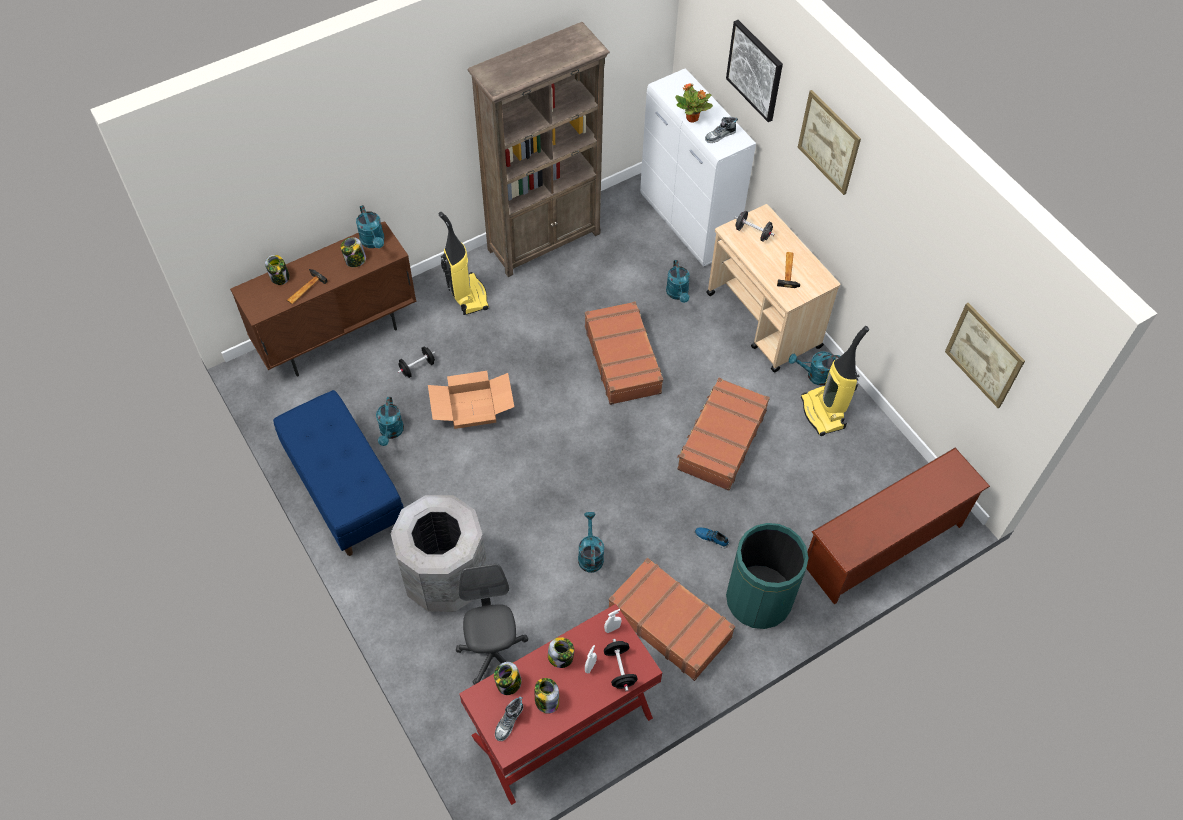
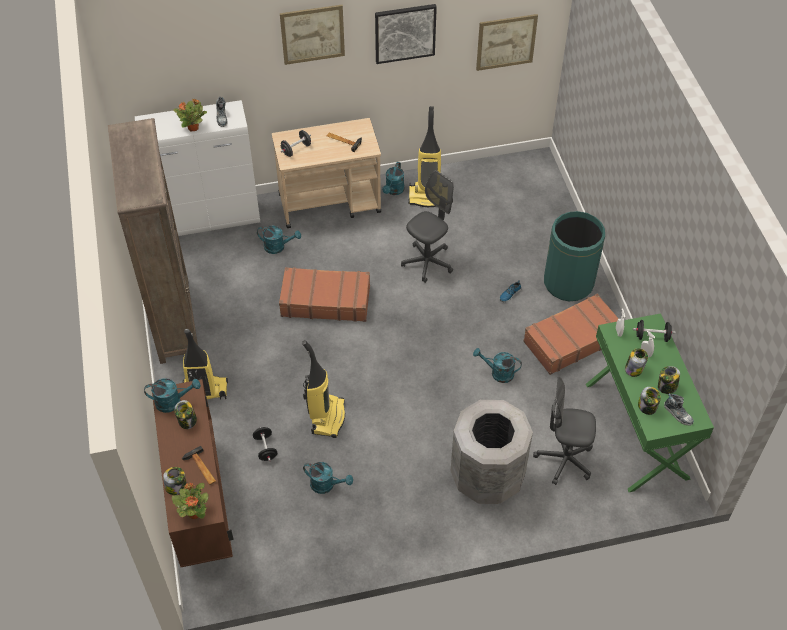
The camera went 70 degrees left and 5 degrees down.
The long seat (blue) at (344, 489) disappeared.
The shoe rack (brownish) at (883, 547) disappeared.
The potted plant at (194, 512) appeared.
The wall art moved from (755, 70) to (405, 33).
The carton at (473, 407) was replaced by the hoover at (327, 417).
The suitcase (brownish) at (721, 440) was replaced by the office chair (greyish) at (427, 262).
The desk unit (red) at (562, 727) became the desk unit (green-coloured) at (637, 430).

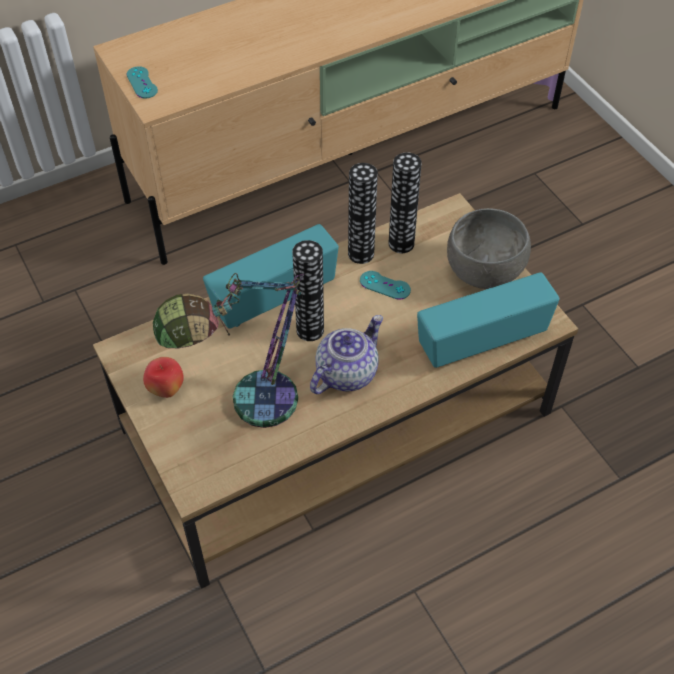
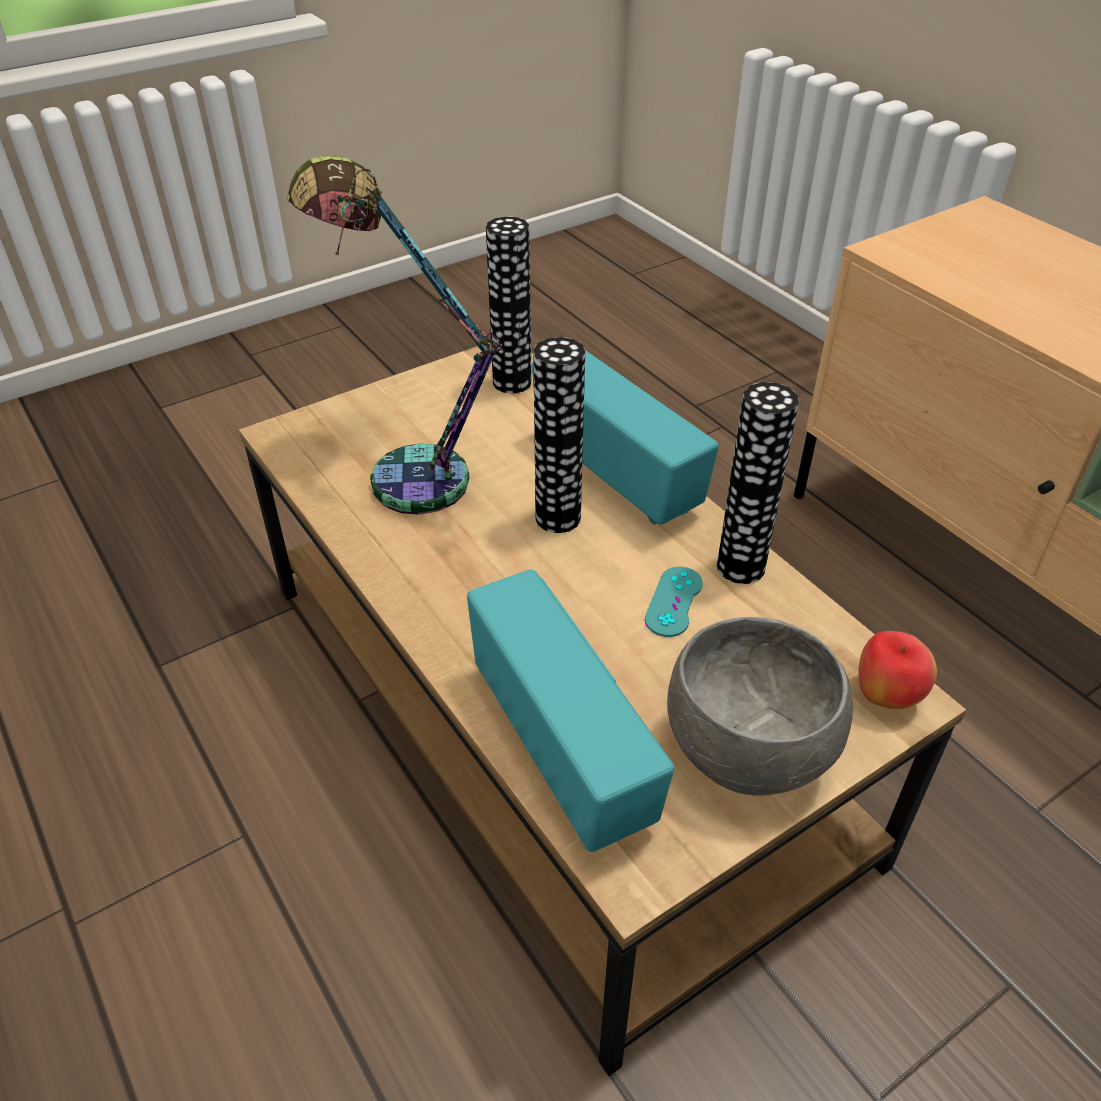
The camera went 85 degrees right and 10 degrees down.
The gamepad (turquoise-coloured) at (142, 82) disappeared.
The pot for tea at (346, 372) disappeared.
The apple fruit moved from (166, 389) to (885, 697).
The vase moved from (401, 243) to (512, 382).

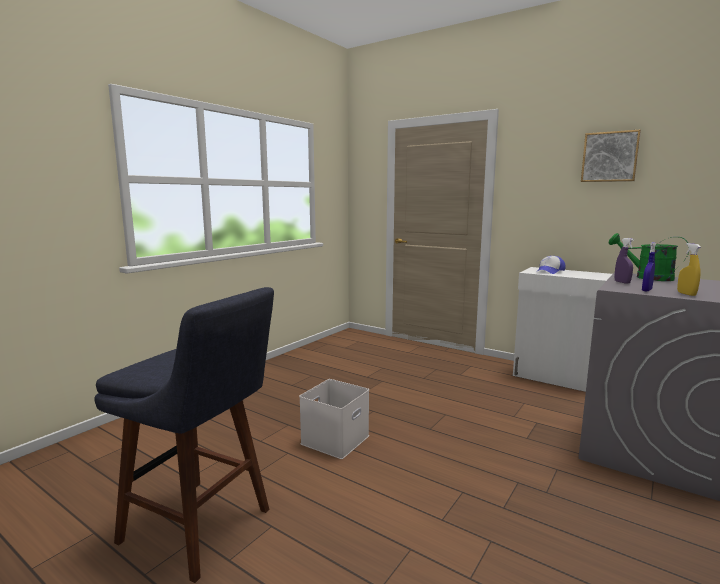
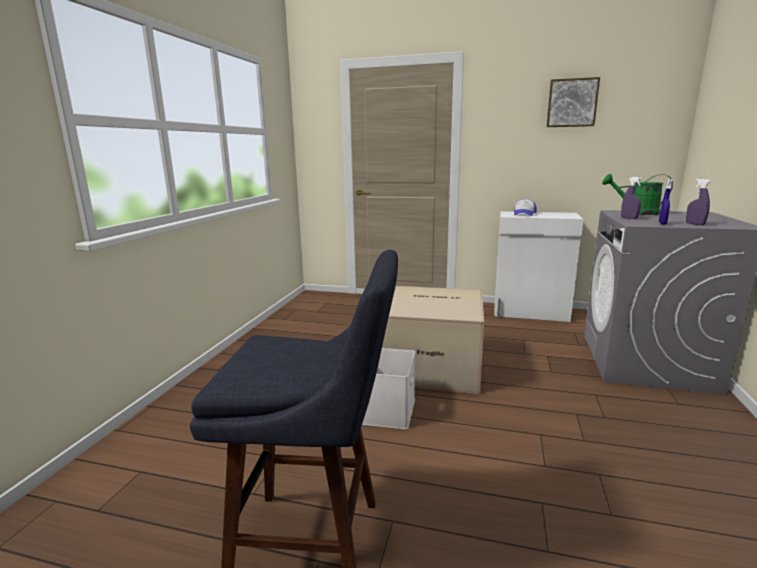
The camera went 20 degrees left and 5 degrees up.
The carton at (434, 365) appeared.
The spray bottle (yellow) at (686, 294) became the spray bottle (purplish) at (695, 224).

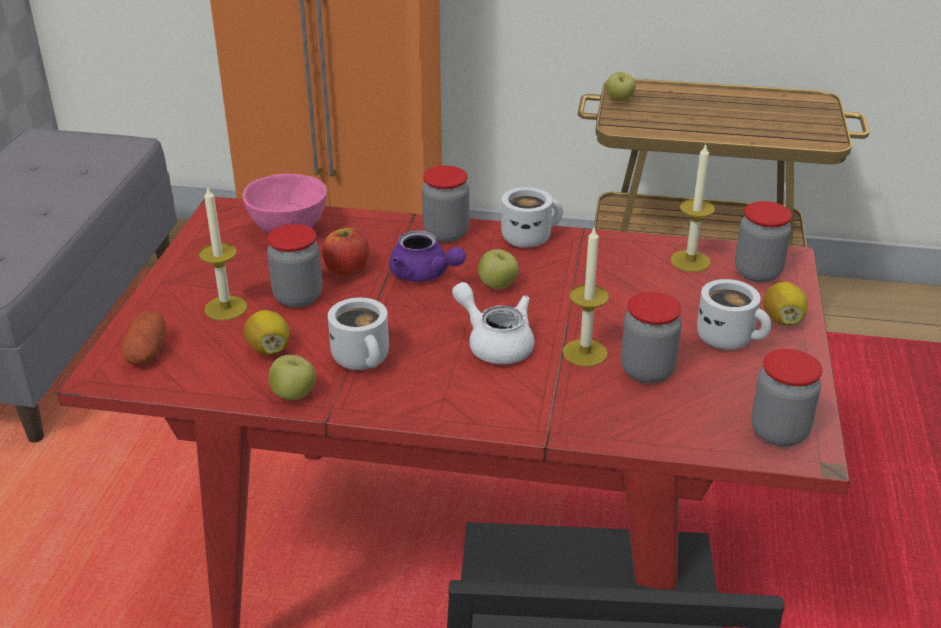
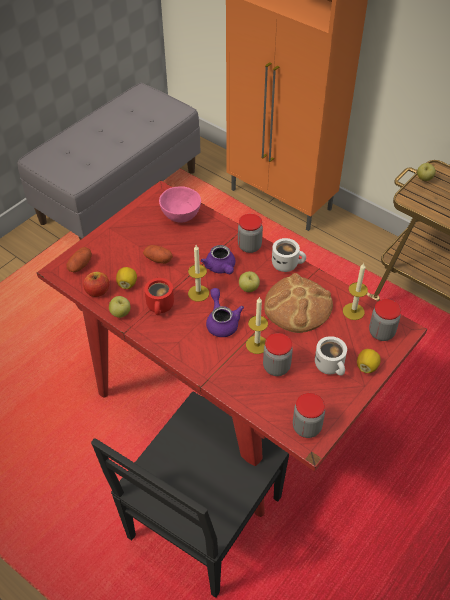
The camera went 30 degrees right and 15 degrees up.
The baked bread at (297, 306) appeared.
The wax light moved from (226, 308) to (198, 293).
The apple fruit moved from (346, 269) to (97, 291).
The preserve jar at (298, 297) was replaced by the potato at (158, 259).
The tea mug (whitish) at (365, 359) became the tea mug (red) at (161, 307).
The pot for tea (whitish) at (495, 343) became the pot for tea (purplish) at (222, 322).

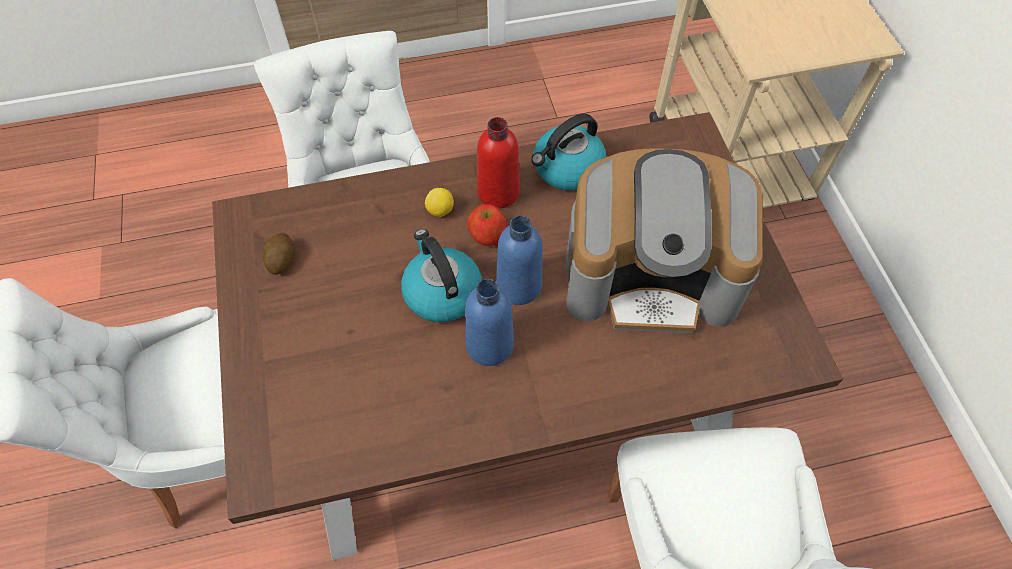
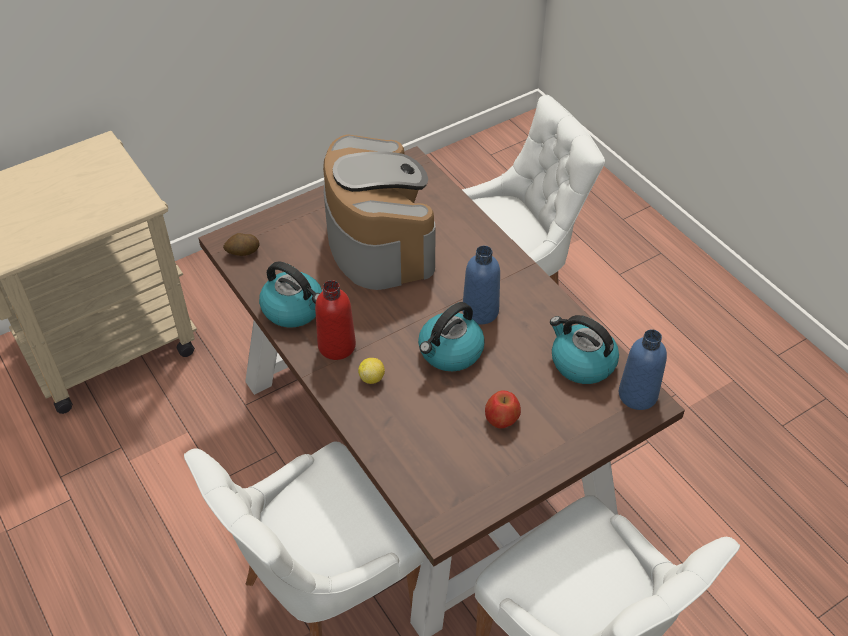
The camera went 110 degrees left and 10 degrees down.
The water kettle at (581, 362) appeared.
The potato moved from (281, 260) to (242, 252).
The apple fruit moved from (487, 234) to (501, 418).
The bottle (blue) moved from (519, 286) to (637, 395).

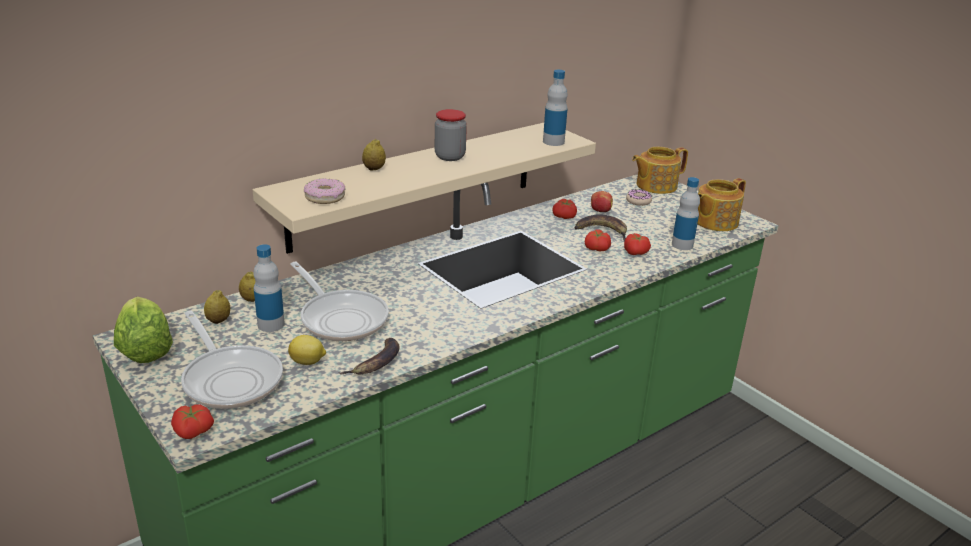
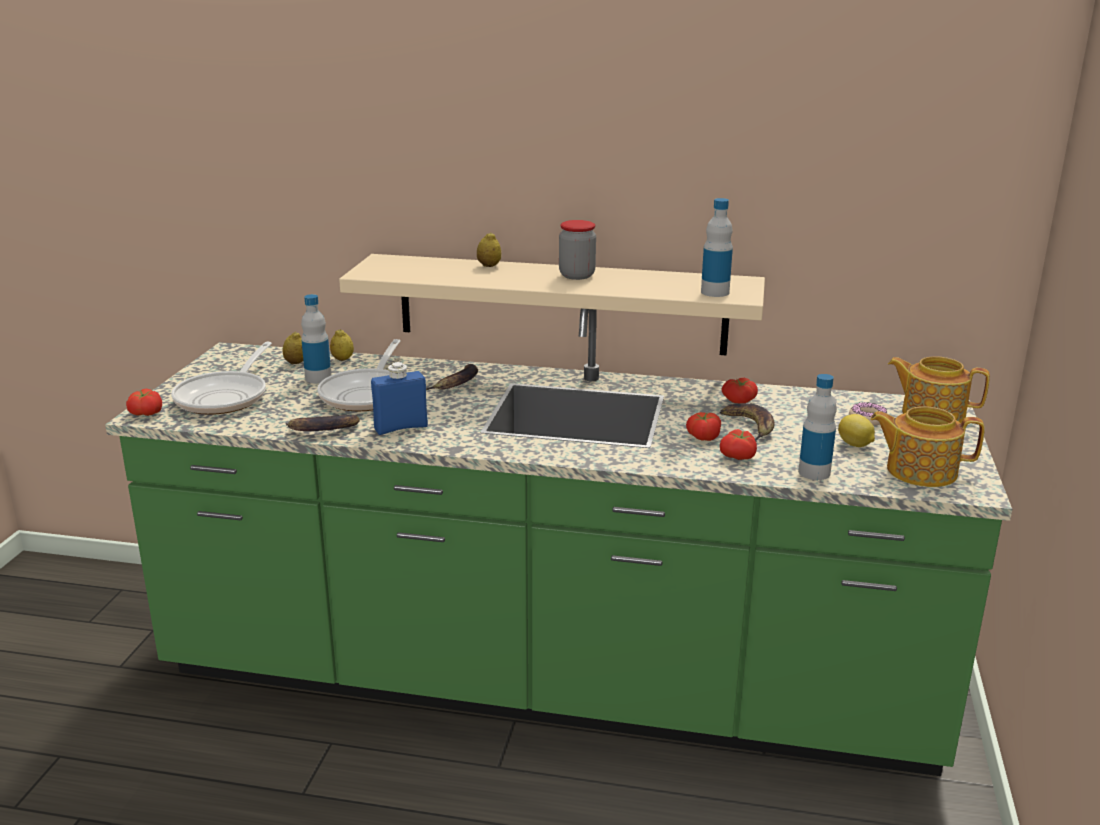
The camera went 50 degrees right and 5 degrees down.
The lettuce at (145, 350) disappeared.
The donut at (325, 197) disappeared.
The apple fruit at (600, 211) disappeared.
The bottle (blue) at (401, 427) appeared.
The whole banana at (456, 383) appeared.
The citrus fruit moved from (308, 362) to (855, 445).

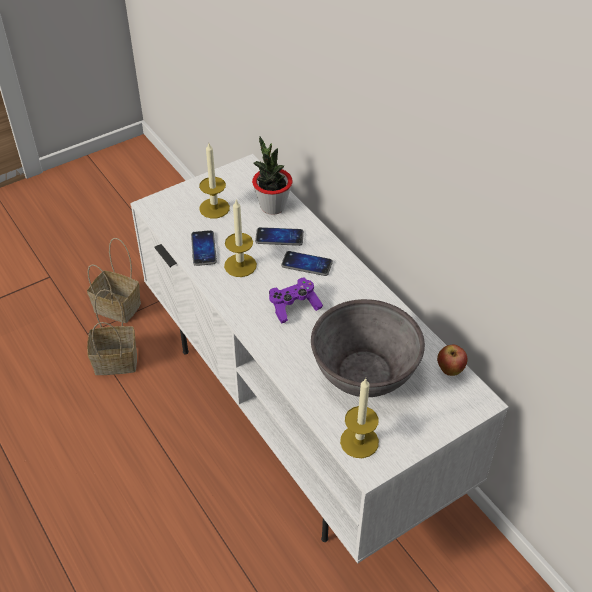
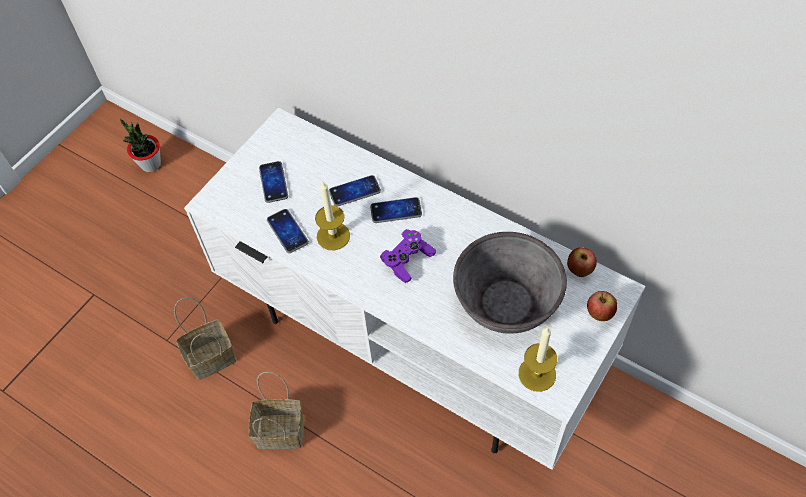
The camera went 20 degrees left and 10 degrees up.
The apple fruit at (599, 314) appeared.
The household basket moved from (119, 307) to (282, 430).
The potted plant moved from (272, 206) to (150, 164).
The wax light at (214, 208) was replaced by the phone at (273, 182).

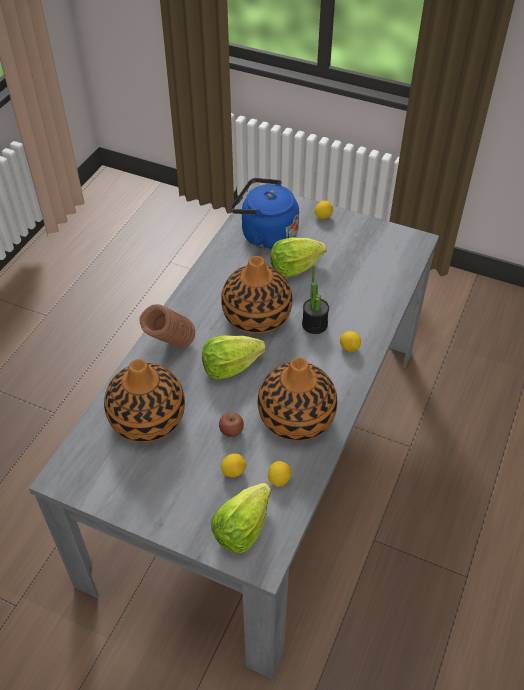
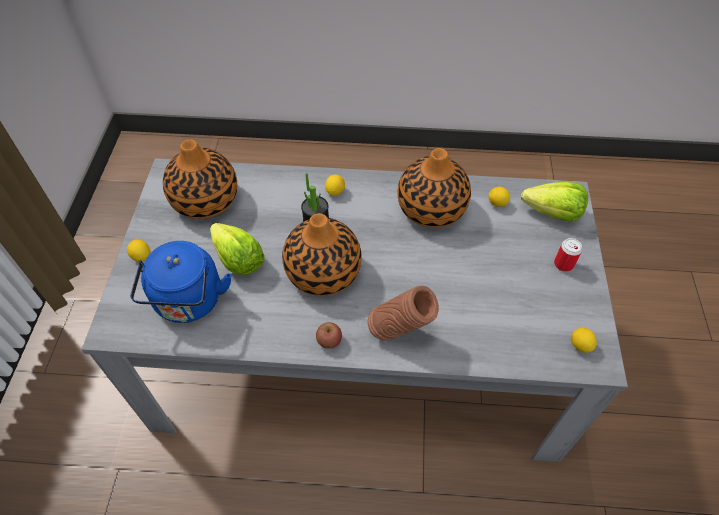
The camera went 110 degrees left and 5 degrees up.
The lettuce at (230, 367) disappeared.
The can at (563, 264) appeared.
The vase moved from (147, 418) to (205, 200).
The apple fruit moved from (231, 430) to (329, 340).
The citrus fruit moved from (233, 471) to (580, 345).

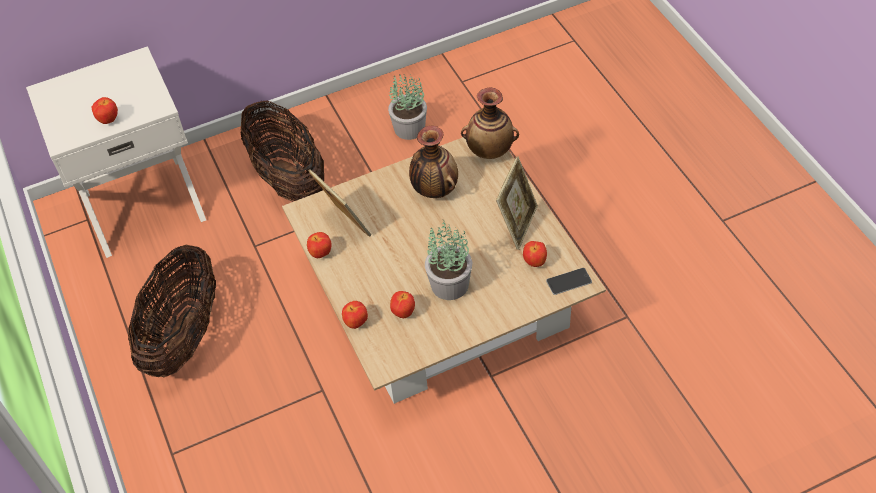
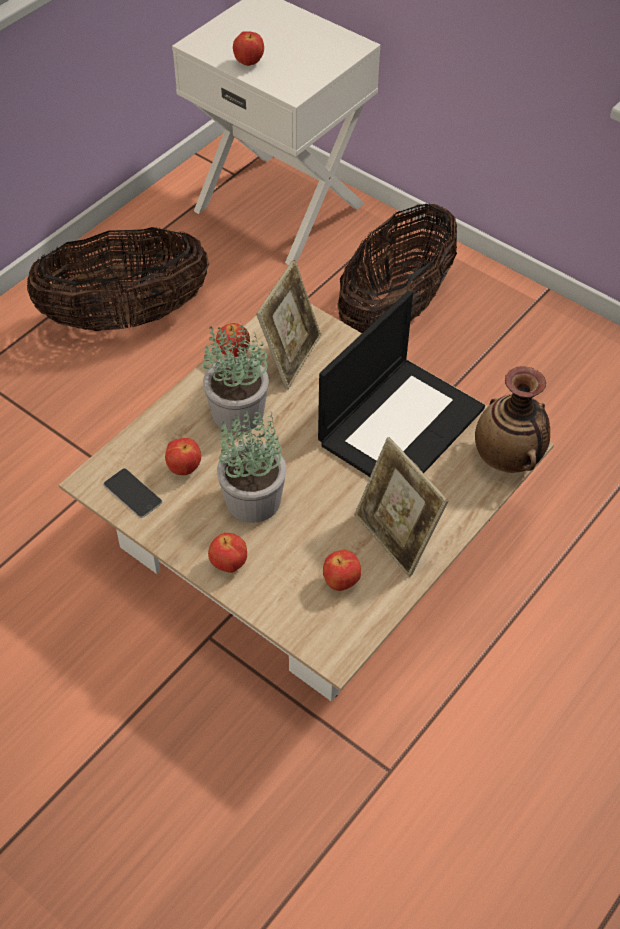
The camera went 60 degrees right and 0 degrees up.
The apple fruit moved from (356, 323) to (228, 565).
The potted plant moved from (409, 129) to (236, 413).
The phone moved from (569, 281) to (132, 493).
The vase at (434, 189) was replaced by the portable computer at (401, 424).
The standing frame at (517, 224) turned 60 degrees clockwise.

